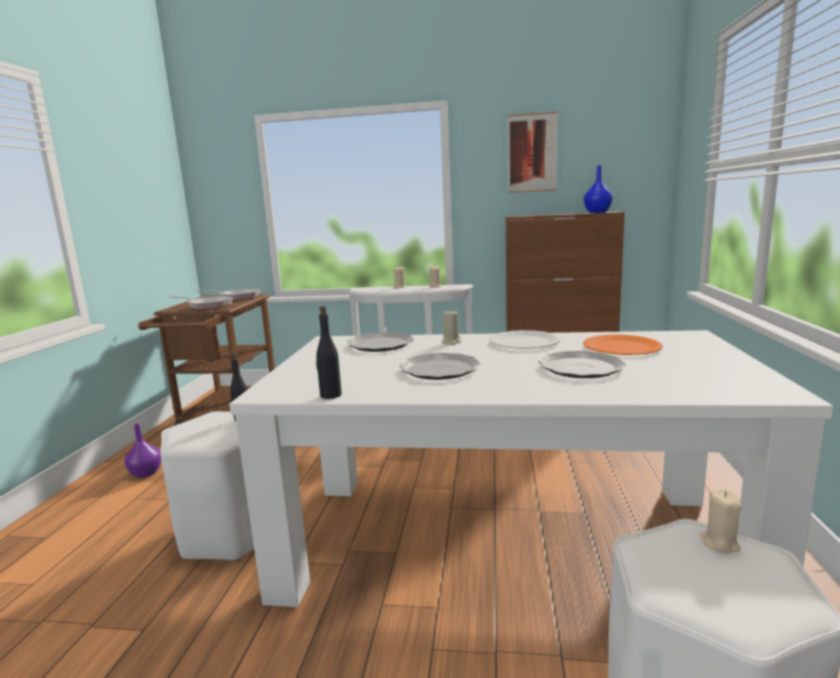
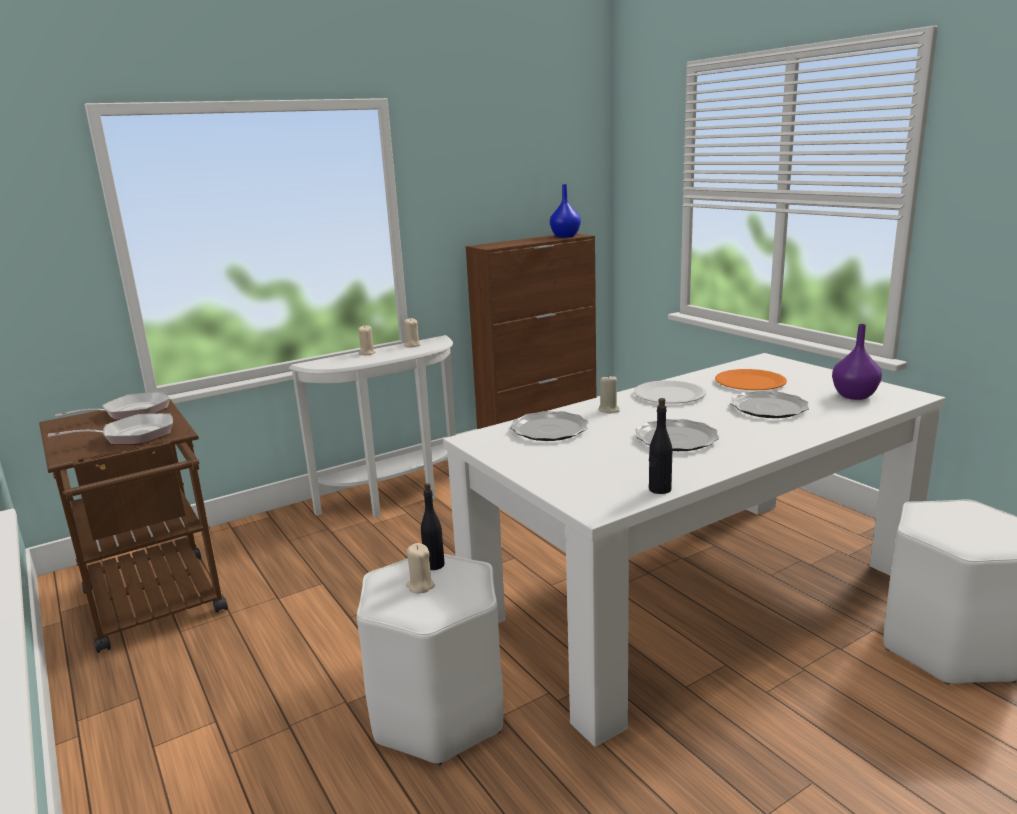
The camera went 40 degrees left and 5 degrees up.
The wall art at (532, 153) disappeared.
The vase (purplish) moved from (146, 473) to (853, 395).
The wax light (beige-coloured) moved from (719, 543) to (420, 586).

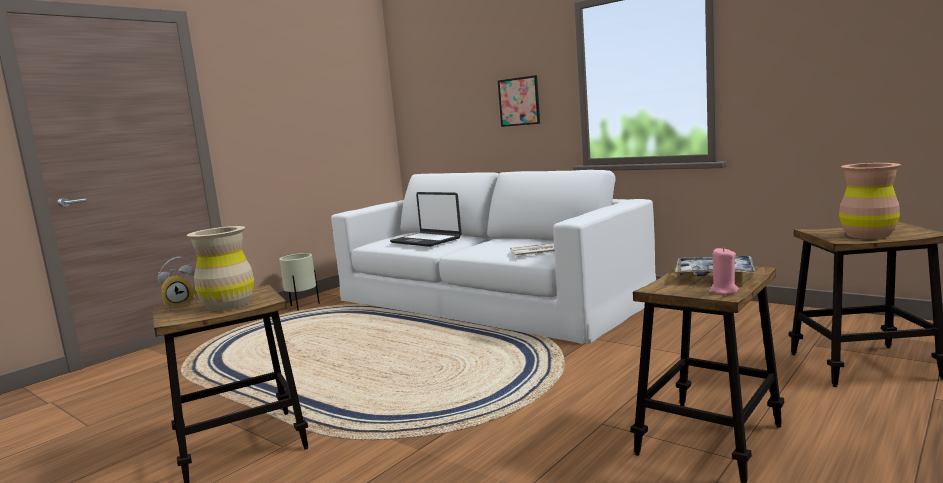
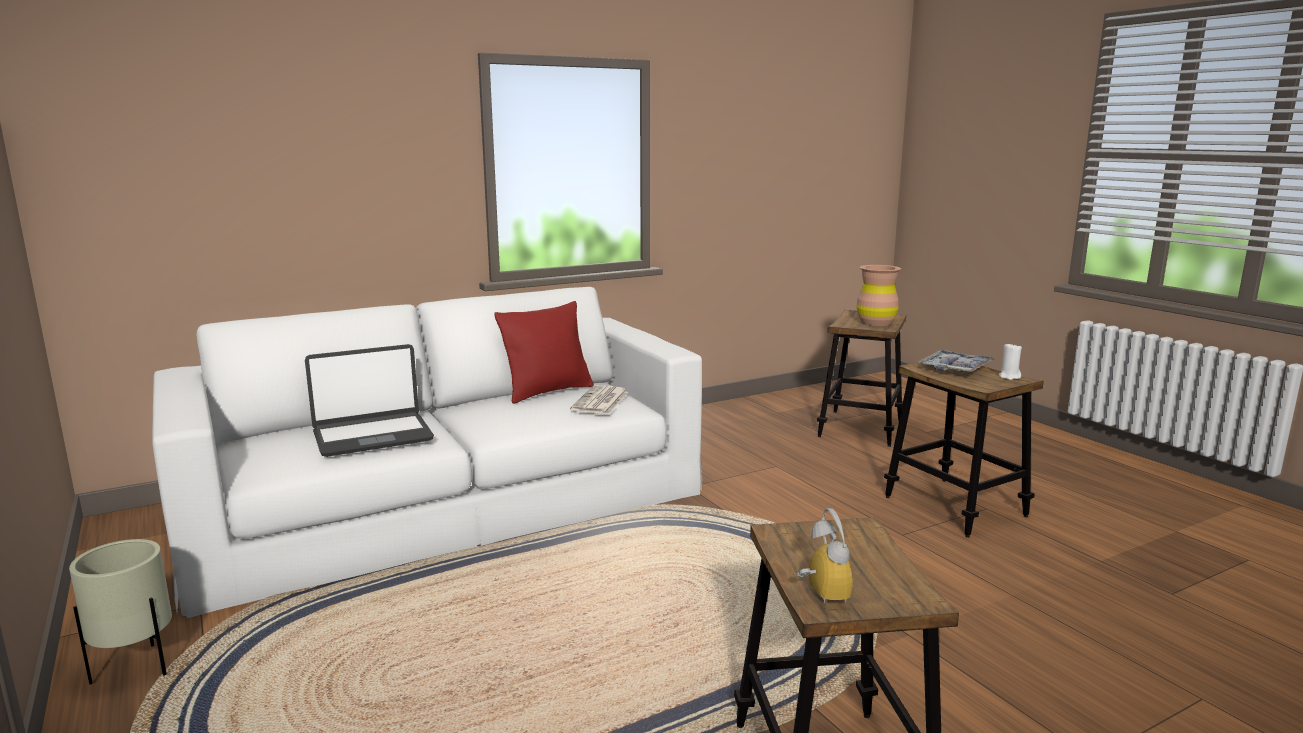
The camera went 70 degrees left and 5 degrees up.
The vase (beige-coloured) at (228, 305) disappeared.
The wall art at (519, 101) disappeared.
The cushion (red) at (547, 392) appeared.
The wax light (pink-coloured) at (723, 291) became the wax light (whitish) at (1009, 377).

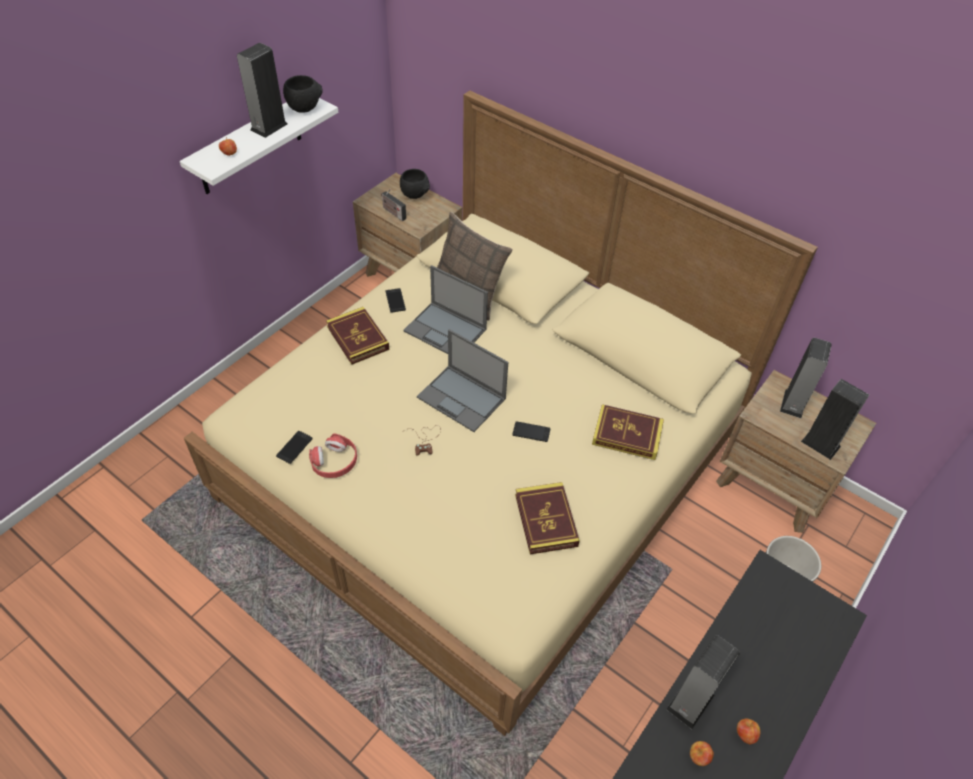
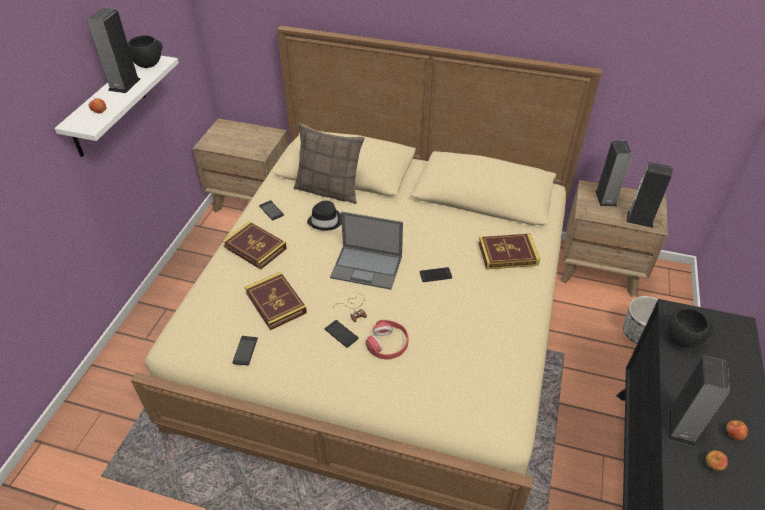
The camera went 20 degrees left and 5 degrees down.
The radio set at (393, 212) disappeared.
The phone at (341, 334) appeared.
The headset (red) moved from (334, 461) to (388, 344).
The deep dish (blackish) moved from (415, 196) to (682, 340).
The book moved from (546, 520) to (276, 303).
The portable computer at (446, 330) was replaced by the wearable hat (blackish) at (326, 221).

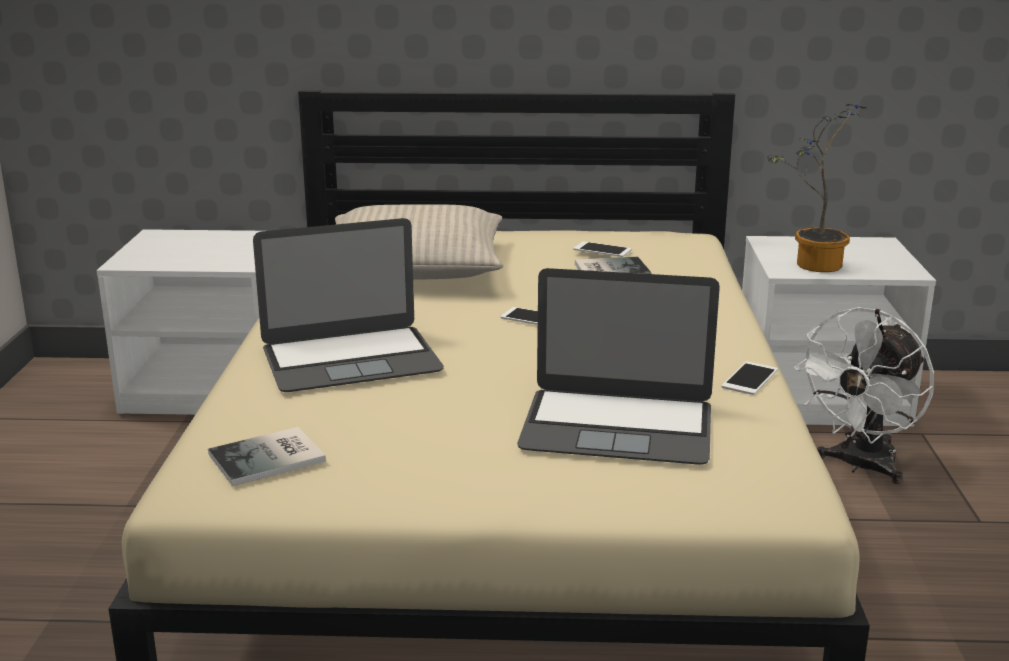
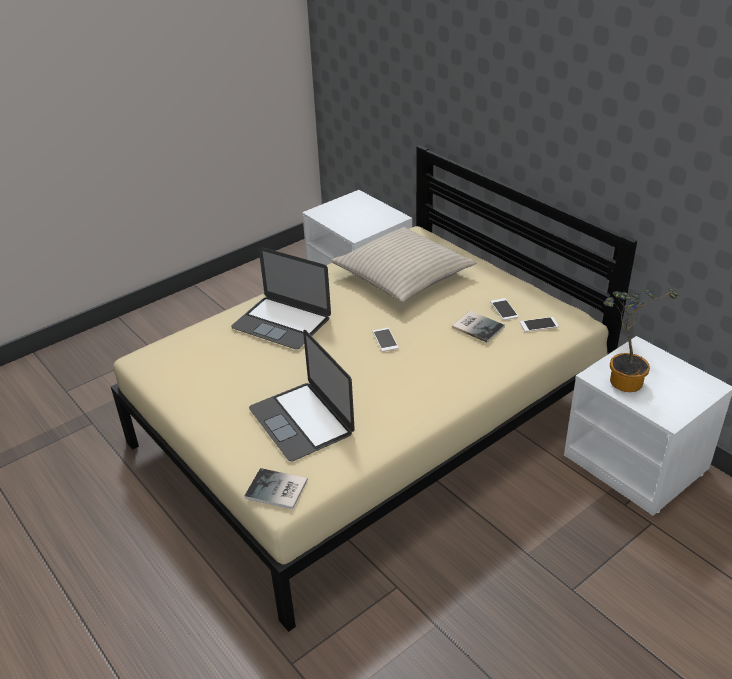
The camera went 50 degrees right and 15 degrees up.
The cooling fan (whitish) at (860, 466) disappeared.
The book moved from (270, 458) to (277, 491).
The phone moved from (749, 378) to (539, 324).

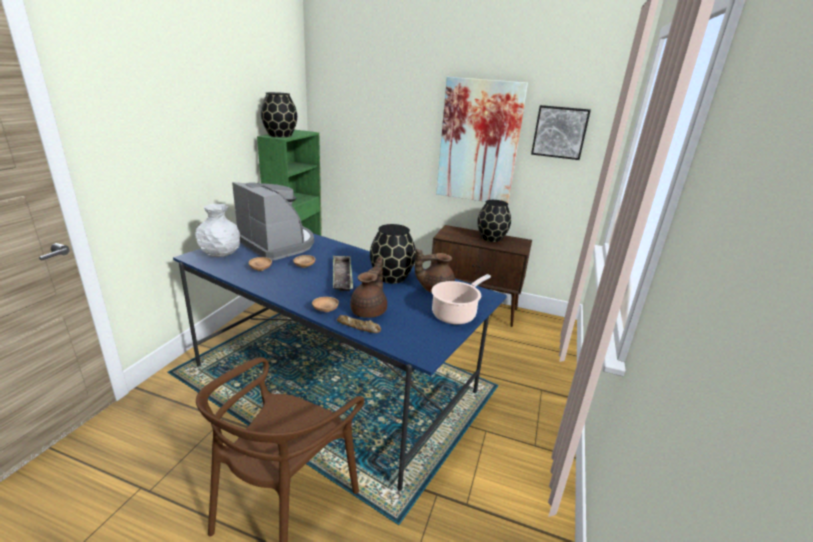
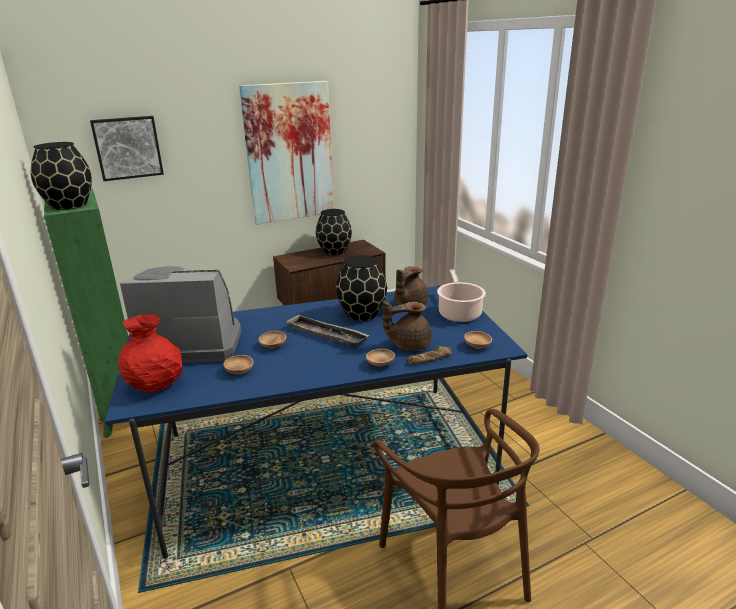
The camera went 45 degrees left and 0 degrees up.
The deep dish (brownish) at (477, 346) appeared.
The wall art moved from (559, 132) to (127, 147).
The vase (whitish) at (221, 254) became the vase (red) at (156, 384).
The pot for tea (brownish) at (370, 311) turned 75 degrees counterclockwise.

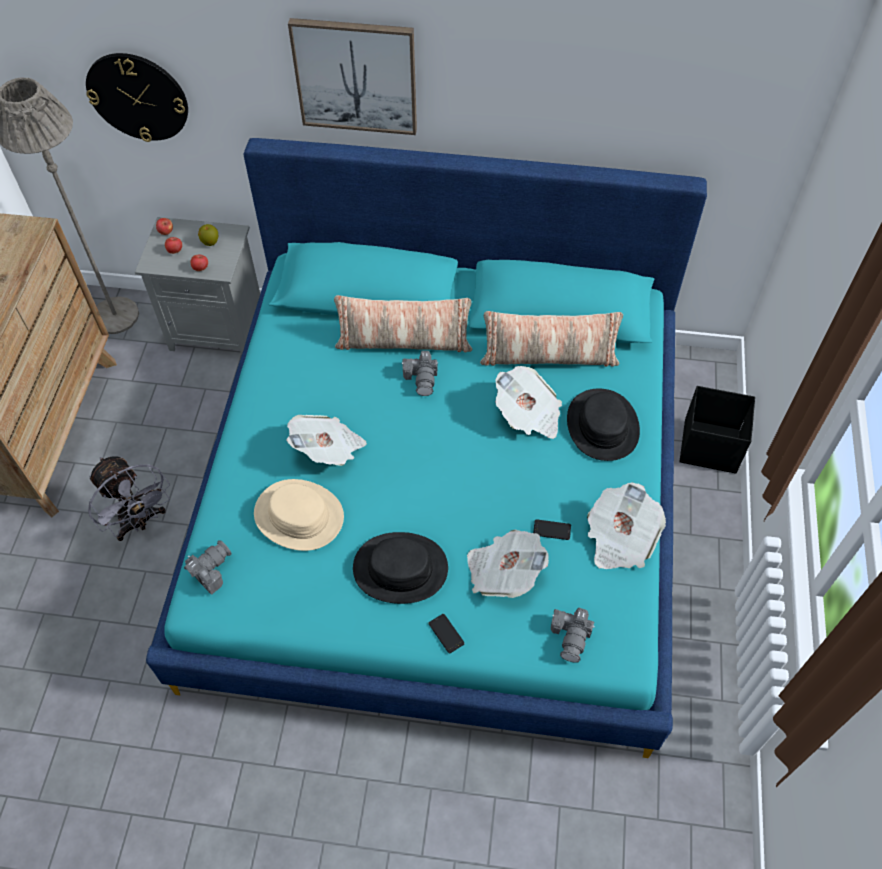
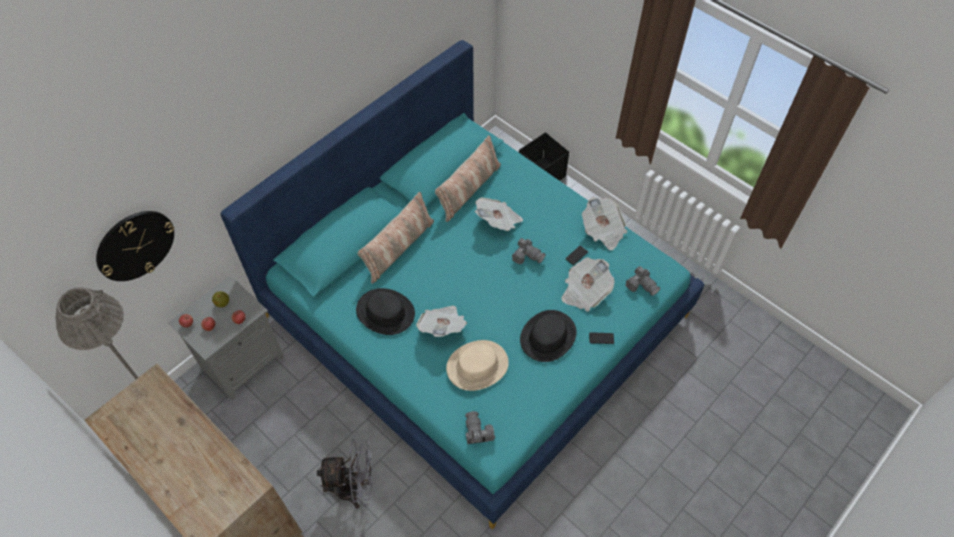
The camera went 55 degrees left and 0 degrees up.
The wall art at (356, 76) disappeared.
The still camera moved from (422, 378) to (527, 256).
The wearable hat (blackish) moved from (602, 425) to (385, 312).

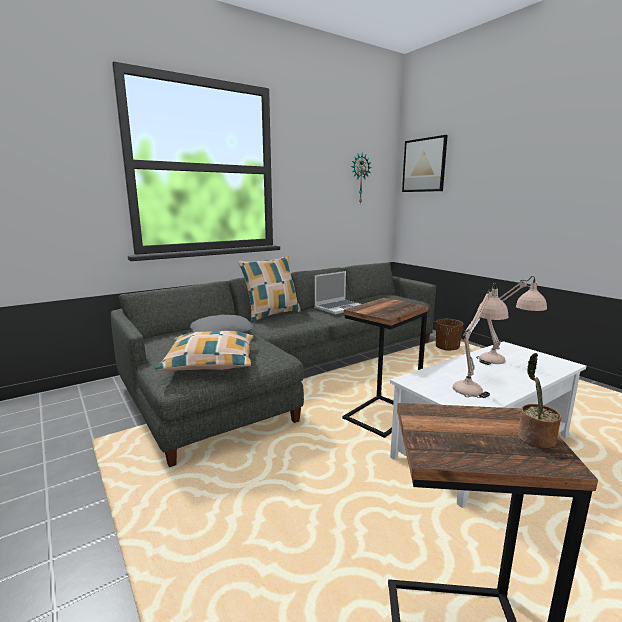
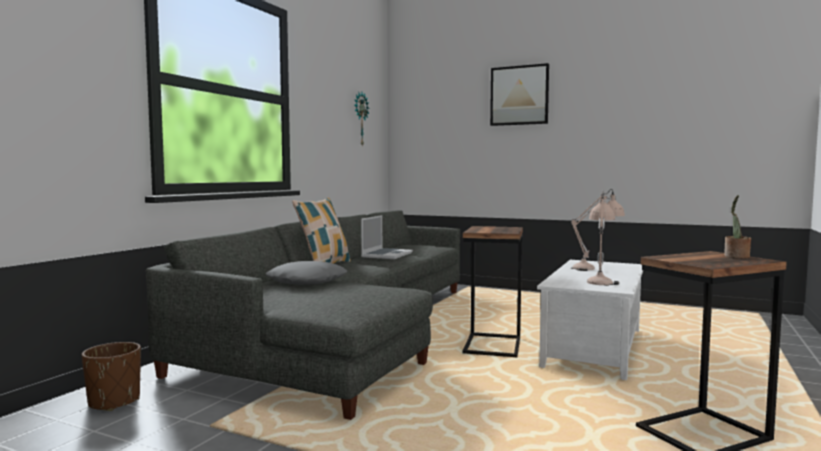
The camera went 30 degrees left and 10 degrees down.
The cushion at (210, 362) disappeared.
The wall art moved from (424, 165) to (519, 95).
The planter (brownish) moved from (447, 347) to (114, 402).

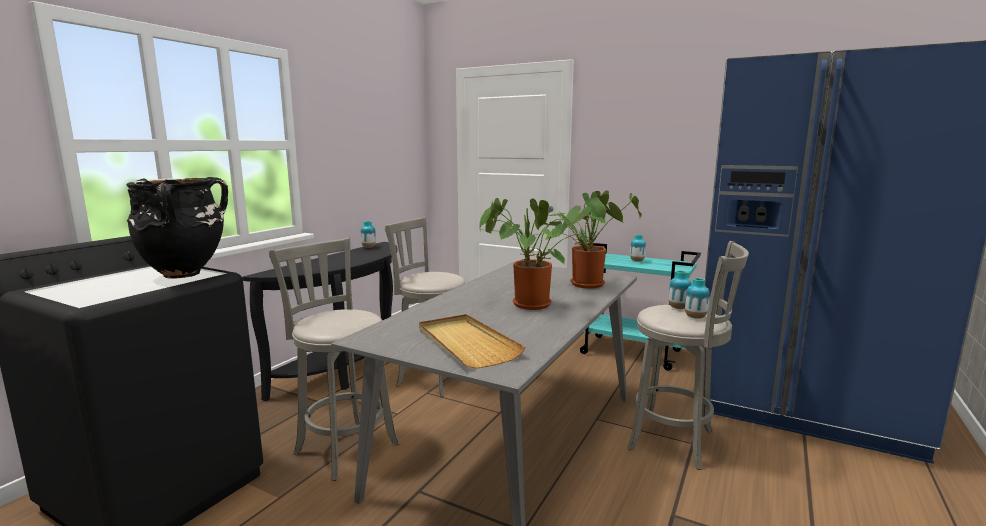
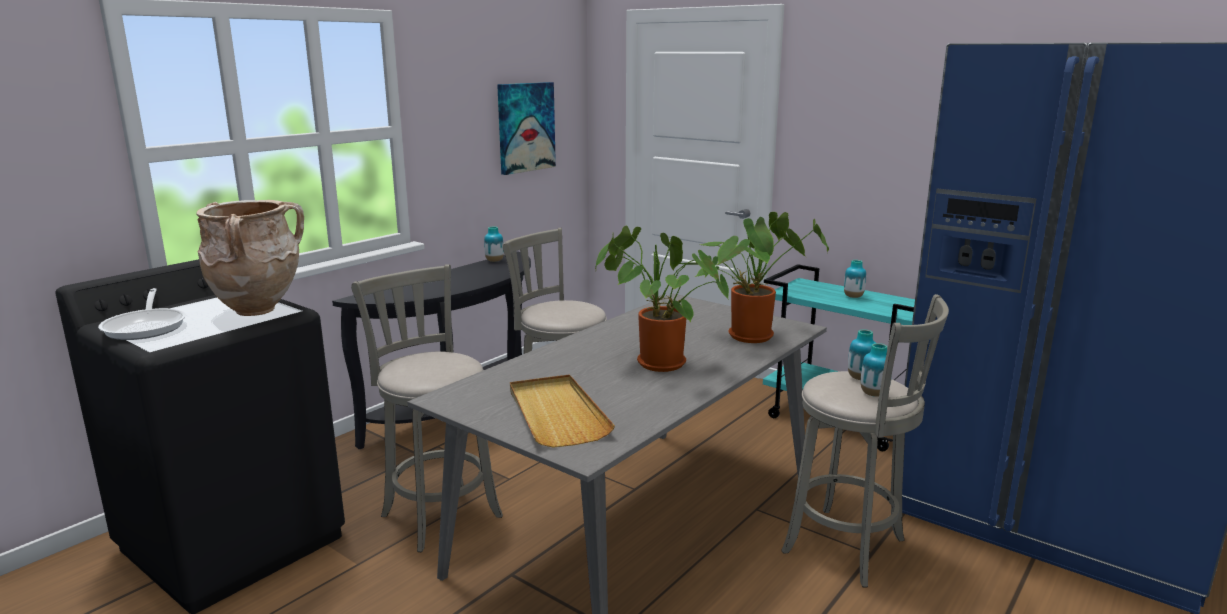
The camera went 10 degrees right and 5 degrees up.
The skillet at (147, 326) appeared.
The wall art at (525, 127) appeared.
The vase (blackish) at (185, 275) became the vase (beige-coloured) at (259, 311).

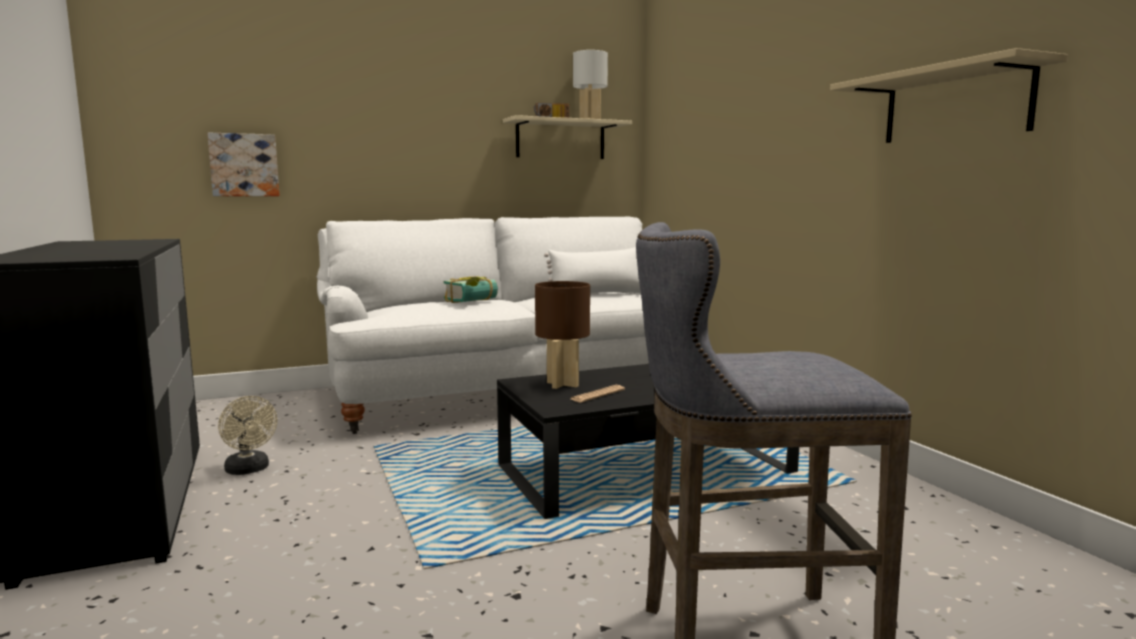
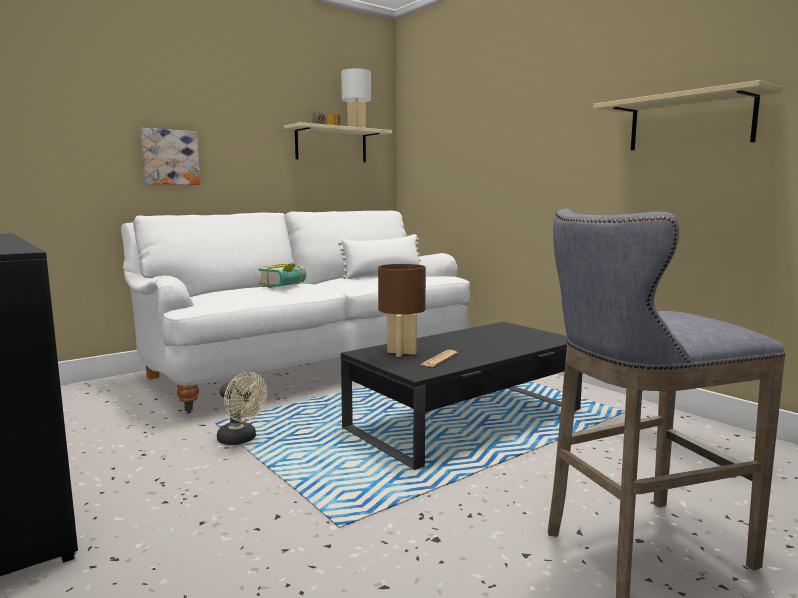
The camera went 15 degrees left and 0 degrees up.
The wall art moved from (244, 165) to (170, 157).
The cooling fan (beige-coloured) moved from (249, 470) to (241, 440).

